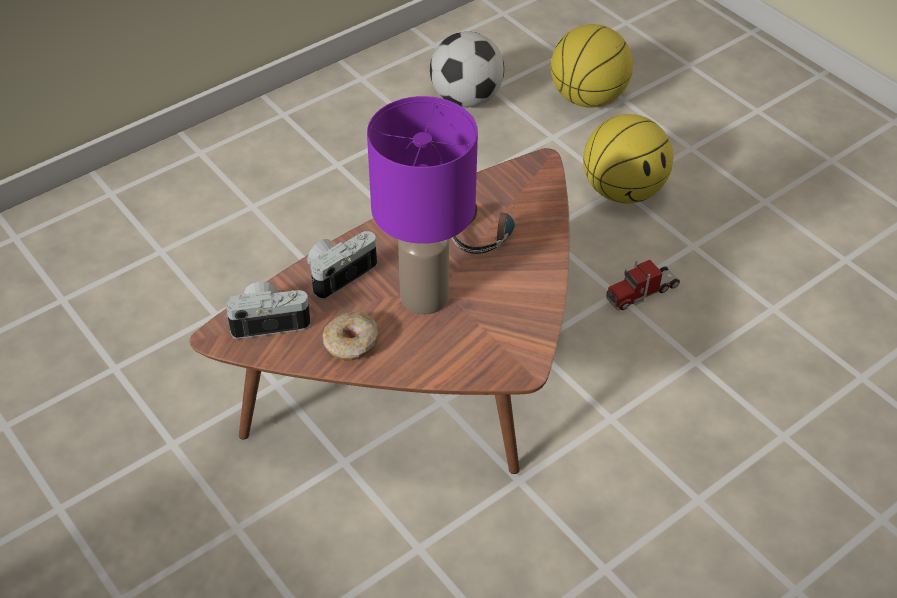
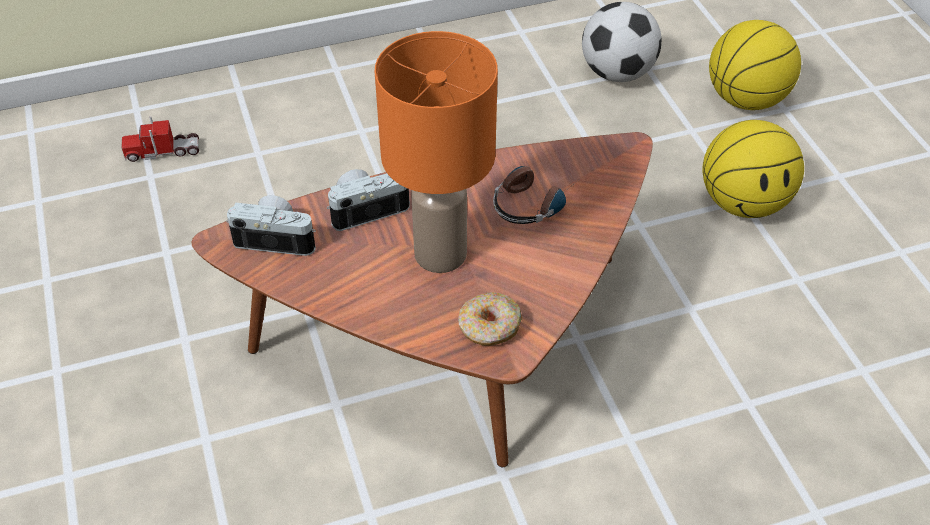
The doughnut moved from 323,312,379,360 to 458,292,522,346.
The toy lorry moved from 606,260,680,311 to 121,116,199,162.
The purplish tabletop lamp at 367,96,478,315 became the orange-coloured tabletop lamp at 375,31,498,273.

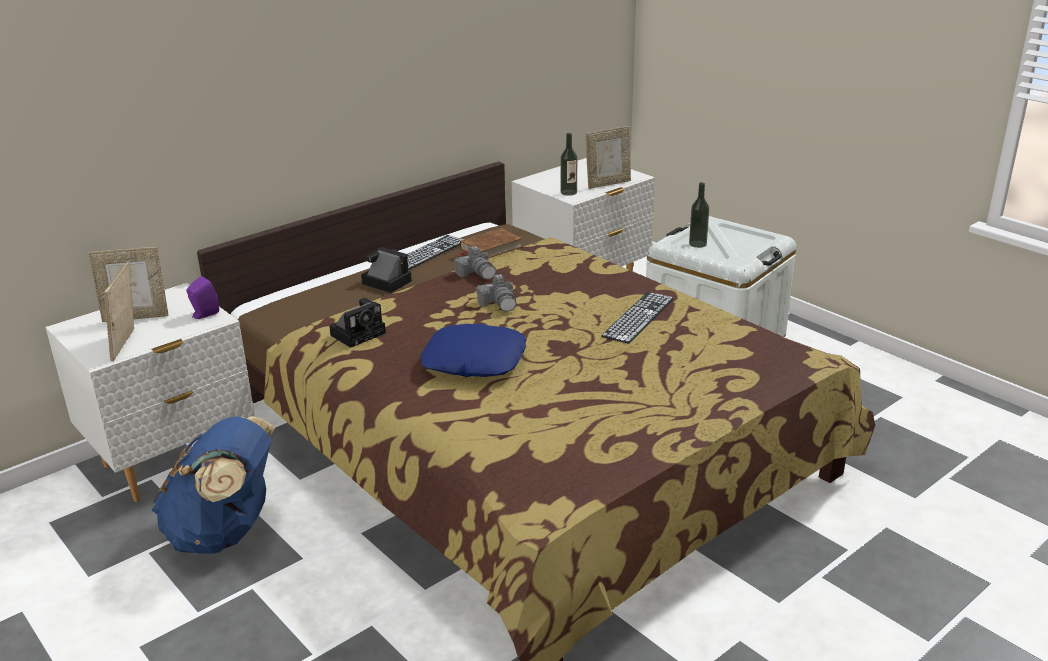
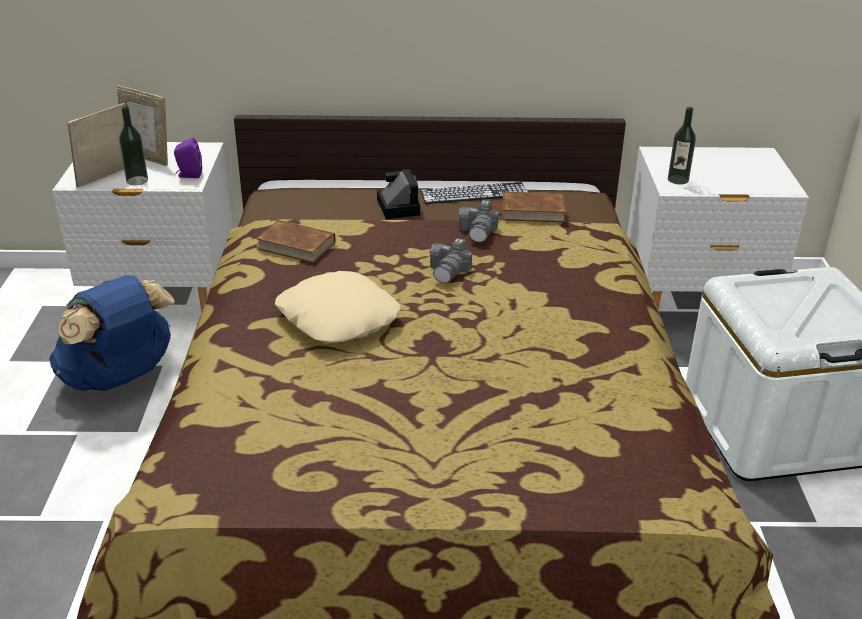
The standing frame at 585,126,631,189 disappeared.
The keyboard at 601,292,674,344 disappeared.
The bottle moved from 689,182,709,248 to 119,106,148,185.
The still camera at 329,298,386,348 was replaced by the brownish bound book at 256,220,336,263.
The blue-coloured throw pillow at 421,324,526,377 became the beige-coloured throw pillow at 275,271,401,344.

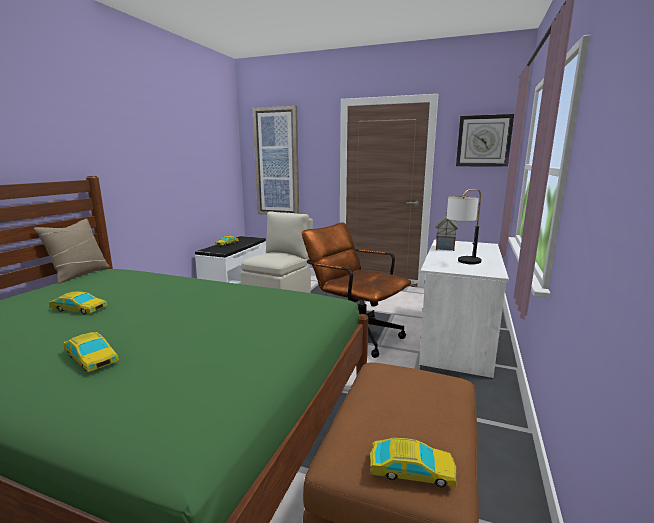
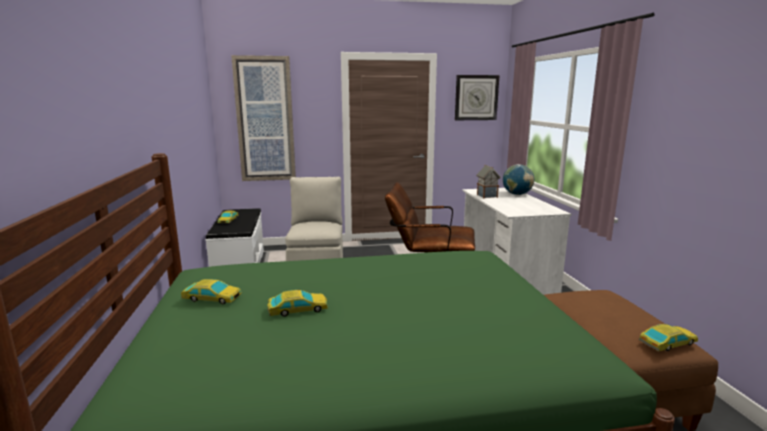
The beige-coloured throw pillow at 34,219,110,283 disappeared.
The tabletop lamp at 447,189,482,264 disappeared.
The desk globe at 503,164,534,195 appeared.
The toy car moved from 63,332,119,372 to 181,279,242,304.

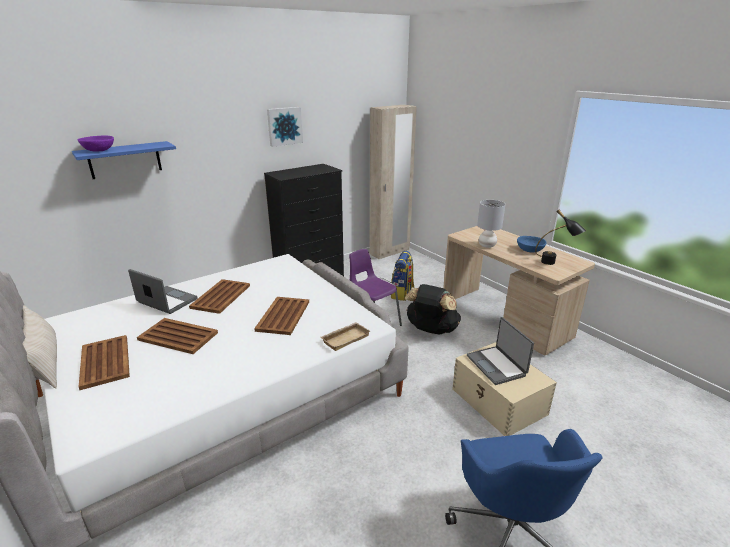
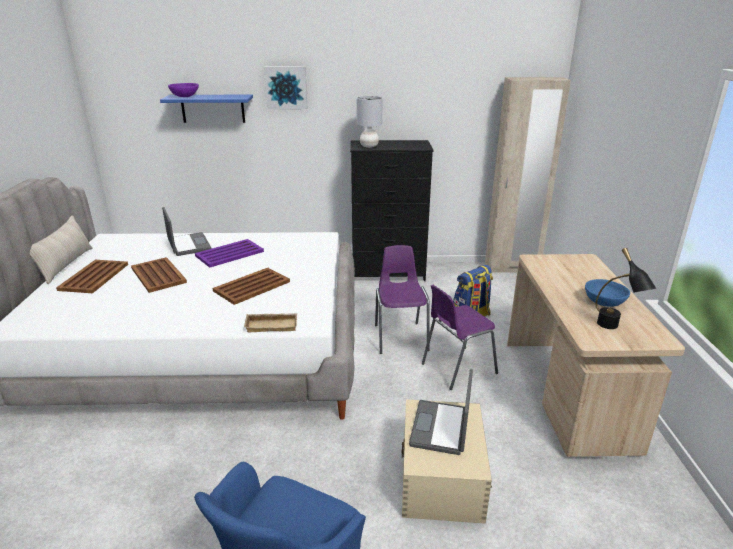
The picture moved from 267,107,303,147 to 264,66,307,109.
The grey tabletop lamp moved from 477,200,506,248 to 356,96,383,148.
The black-coloured backpack at 405,284,461,335 was replaced by the purplish upright chair at 422,285,498,390.
The brownish serving tray at 189,279,250,314 became the purplish serving tray at 195,239,264,268.

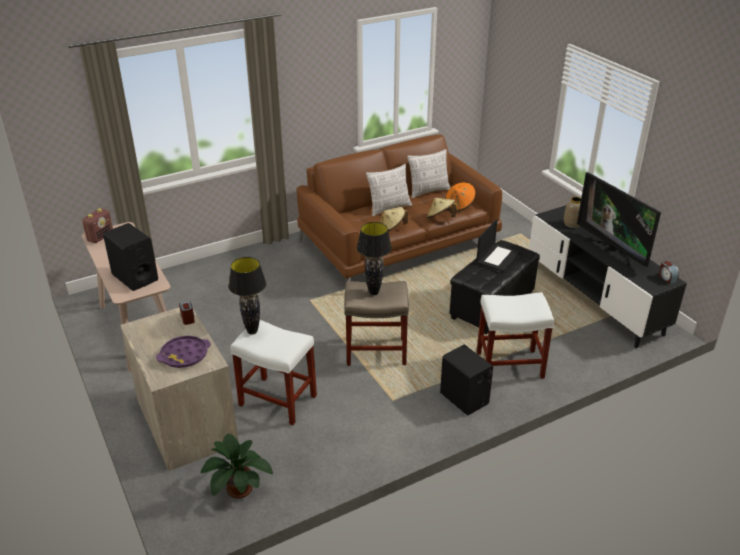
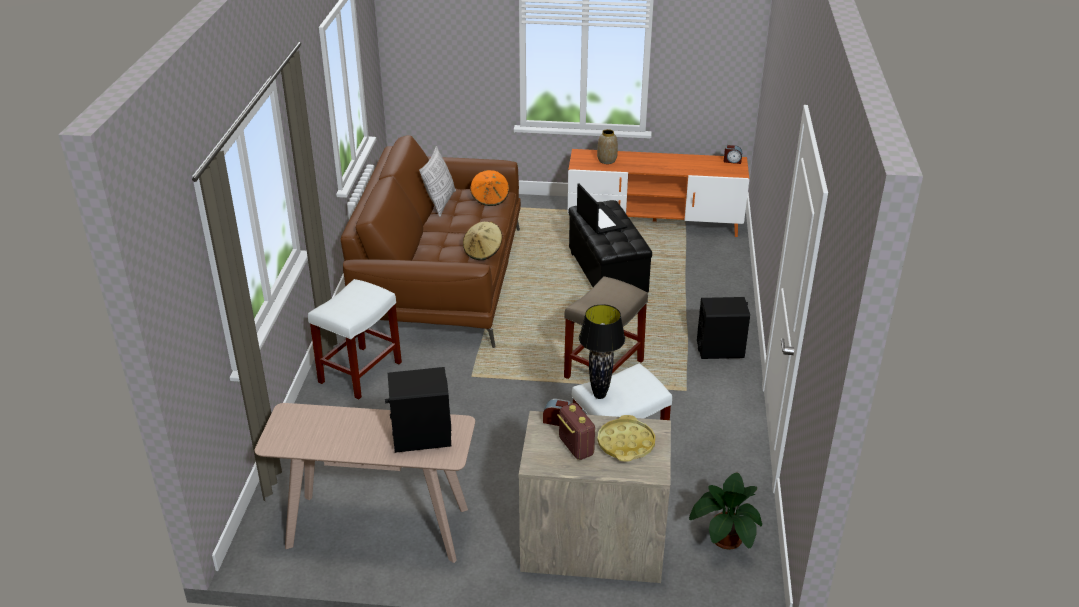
The black-coloured tabletop lamp at 357,222,392,295 disappeared.
The throw pillow at 366,164,412,216 disappeared.
The beige-coloured wearable hat at 427,198,457,218 disappeared.
The TV at 577,172,661,269 disappeared.
The radio moved from 82,208,113,243 to 557,403,595,460.
The whitish sitting stool moved from 477,292,554,379 to 308,279,402,399.
The purplish serving tray at 156,336,211,368 became the yellow-coloured serving tray at 597,415,655,462.
The black-coloured tv stand at 529,205,687,348 became the orange-coloured tv stand at 568,149,749,237.

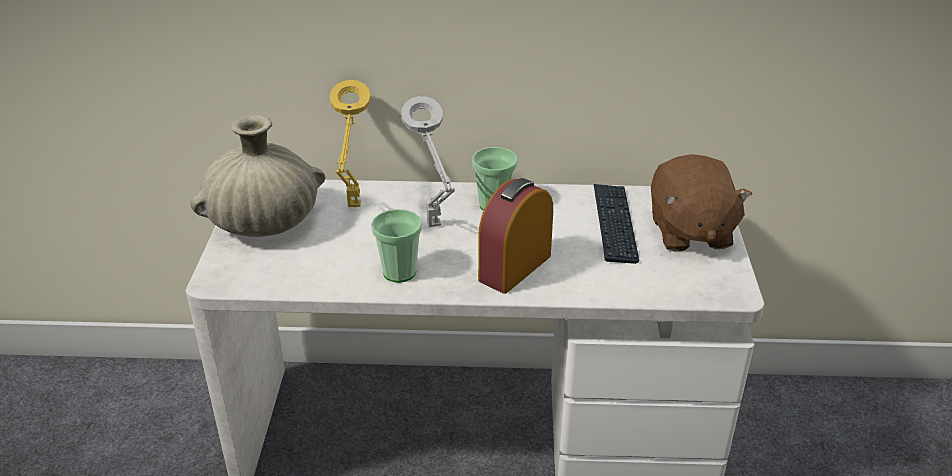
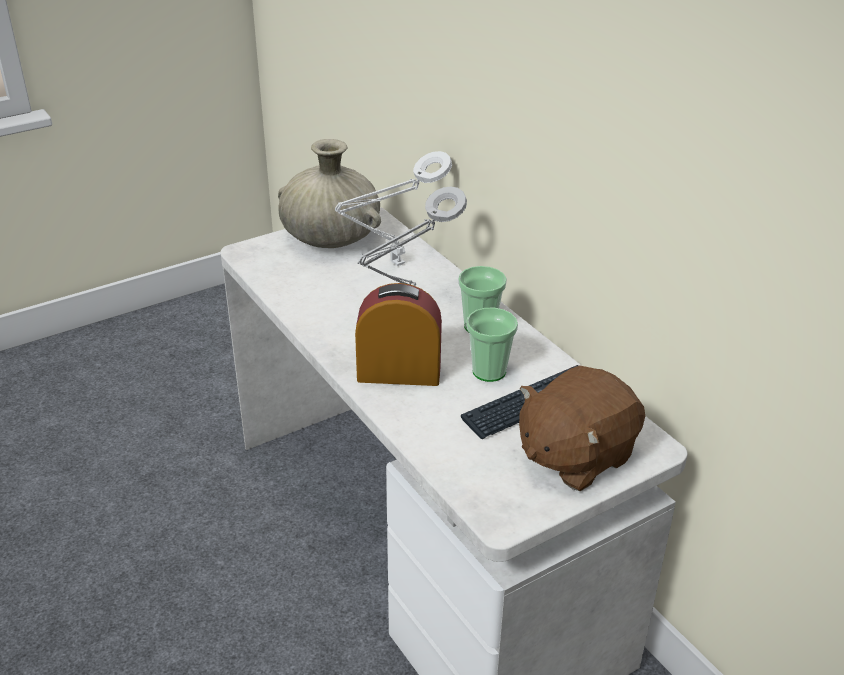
The drinking cup moved from 371,209,422,283 to 466,308,518,382.
The yellow-coloured tabletop lamp at 330,80,371,207 became the whitish tabletop lamp at 335,151,452,266.

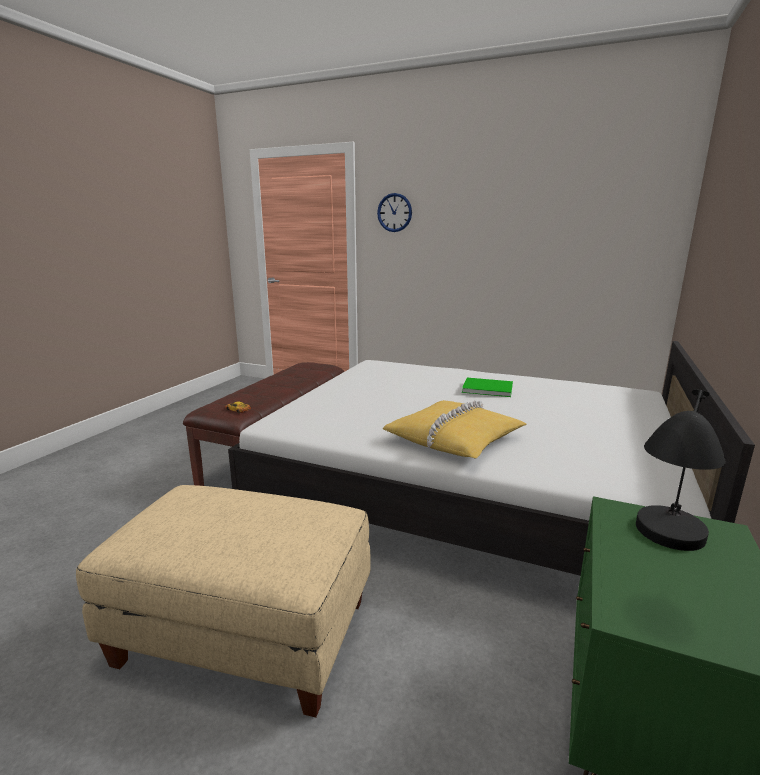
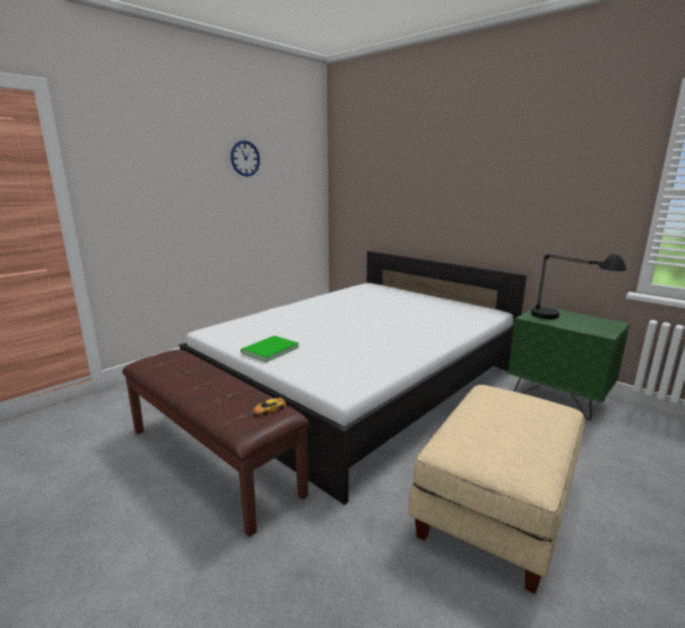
The yellow-coloured throw pillow at 383,400,526,459 disappeared.
The wall clock moved from 377,193,412,232 to 231,140,260,177.
The green-coloured bound book moved from 462,378,513,397 to 241,335,299,362.

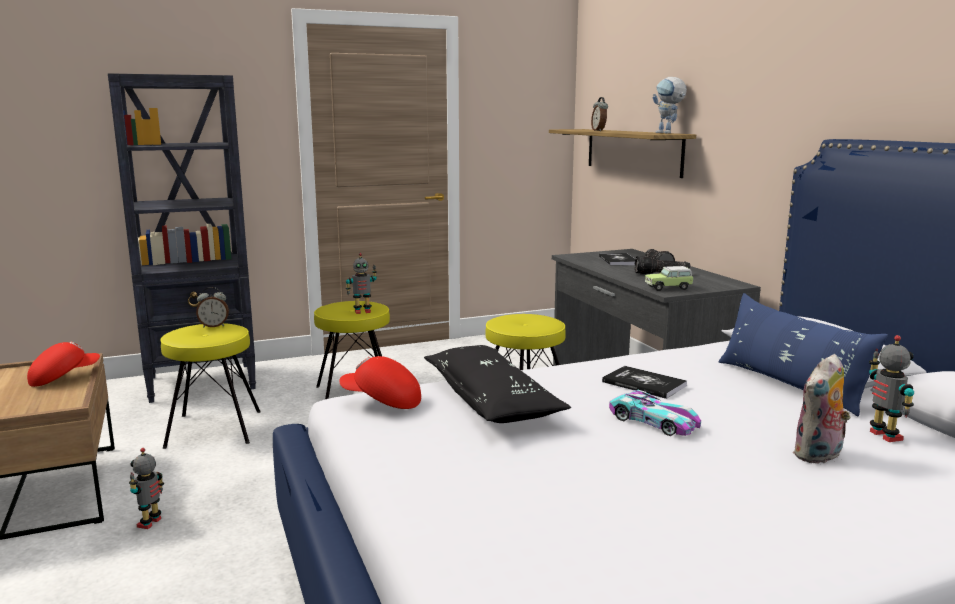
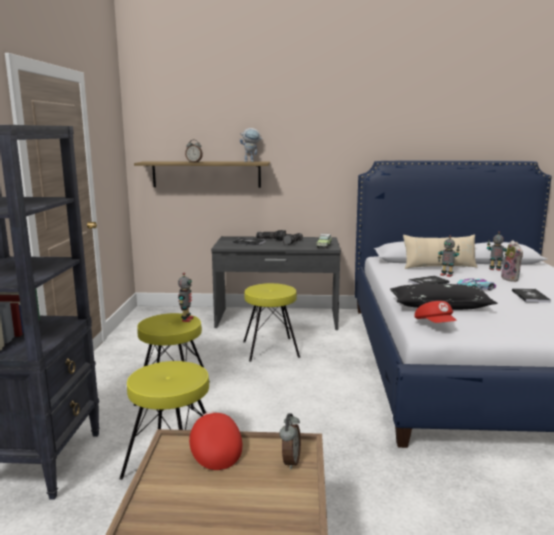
The bound book at 512,288,551,303 appeared.
The robot figure moved from 129,448,164,529 to 438,235,460,277.
The table clock moved from 196,287,229,327 to 280,413,301,469.
The blue-coloured throw pillow at 719,293,888,416 became the beige-coloured throw pillow at 403,234,478,269.
The red baseball cap at 339,356,421,409 turned 60 degrees counterclockwise.

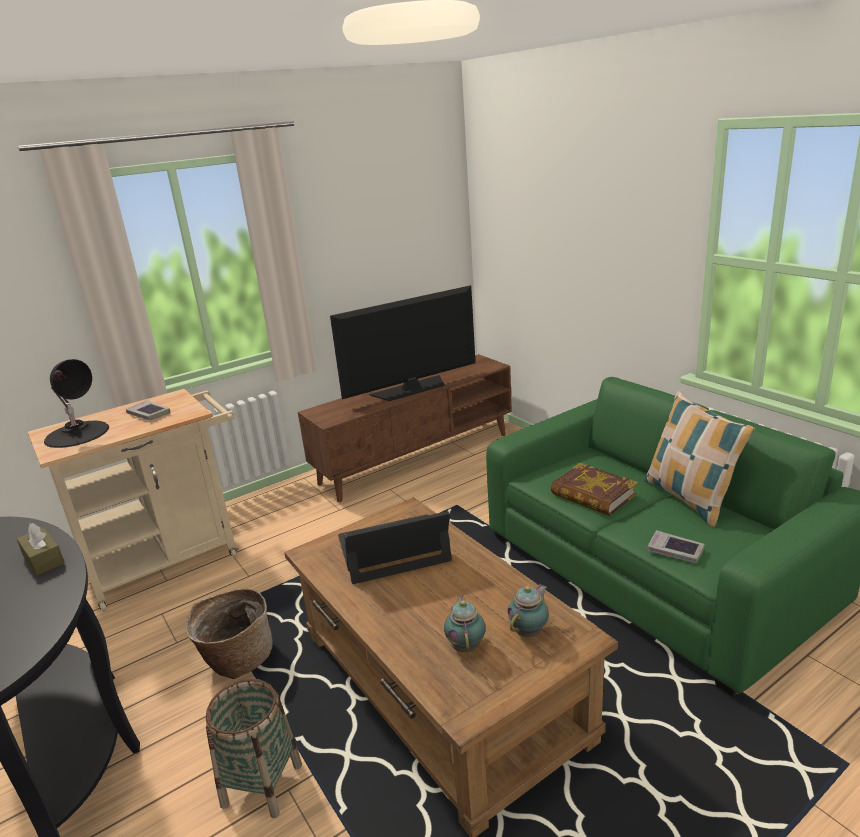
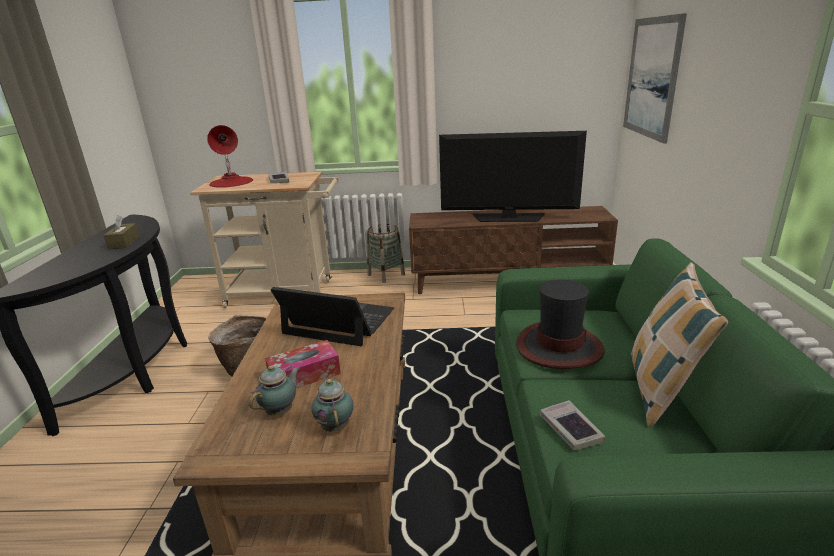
The box of tissues at 265,340,341,388 appeared.
The picture at 623,13,687,144 appeared.
The household basket moved from 205,679,302,818 to 367,224,405,283.
The bound book at 551,463,638,516 was replaced by the wearable hat at 516,280,605,369.
The black-coloured tabletop lamp at 44,359,109,448 became the red tabletop lamp at 207,125,253,188.
The pot for tea at 508,584,549,637 turned 90 degrees counterclockwise.

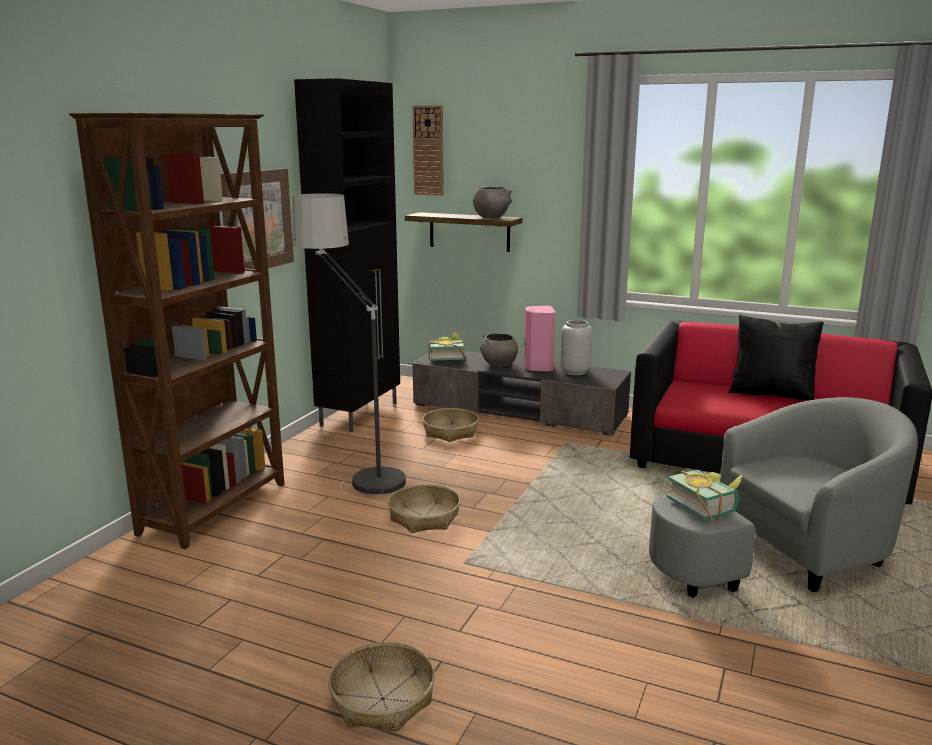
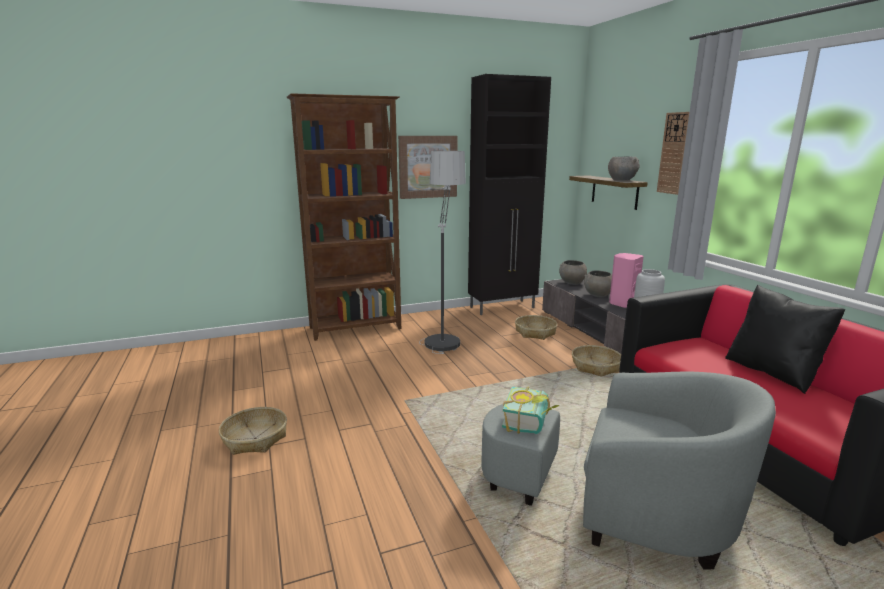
The household basket moved from 388,484,461,533 to 572,345,621,377.
The wall clock moved from 412,105,444,196 to 657,112,689,195.
The bound book at 428,332,465,361 was replaced by the grey serving bowl at 559,260,587,285.

